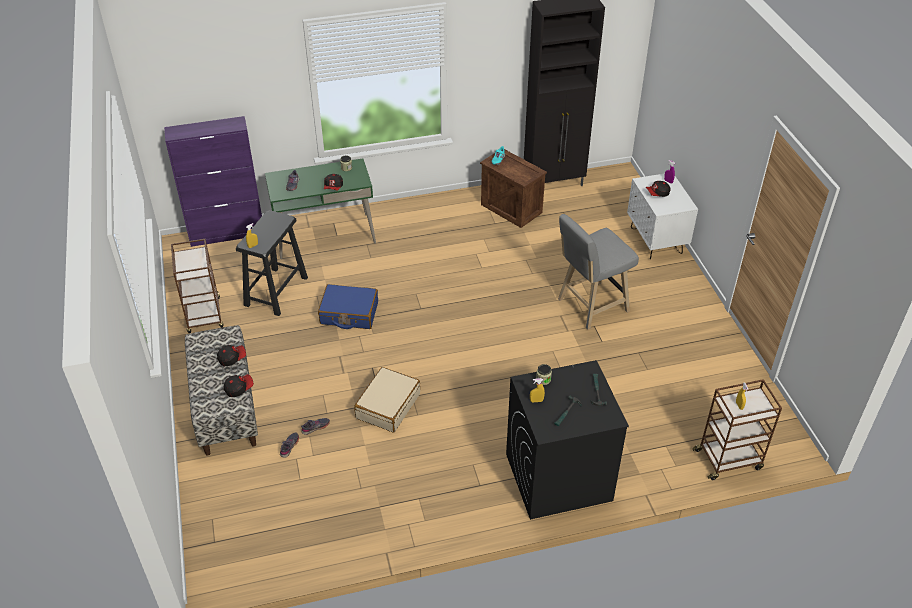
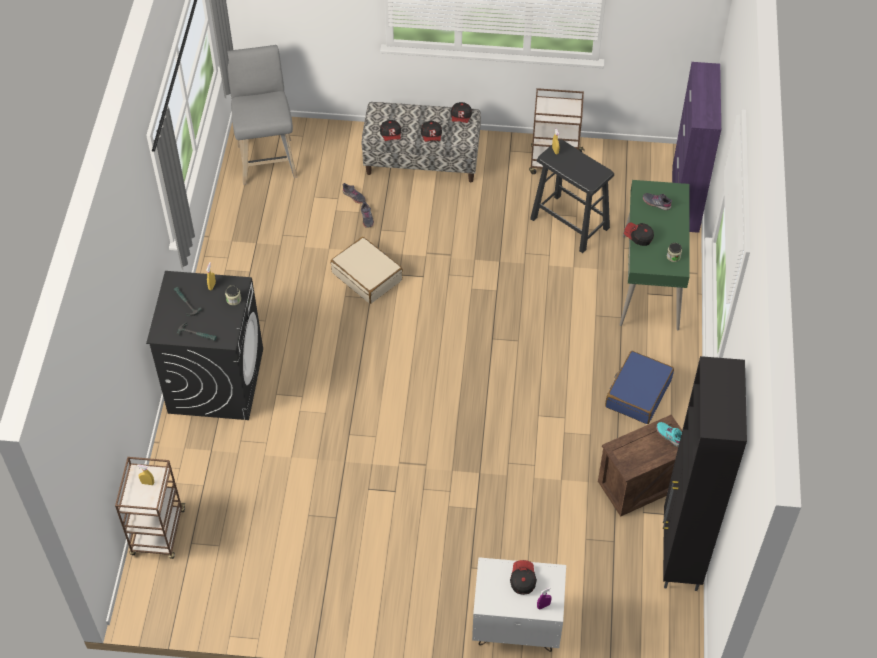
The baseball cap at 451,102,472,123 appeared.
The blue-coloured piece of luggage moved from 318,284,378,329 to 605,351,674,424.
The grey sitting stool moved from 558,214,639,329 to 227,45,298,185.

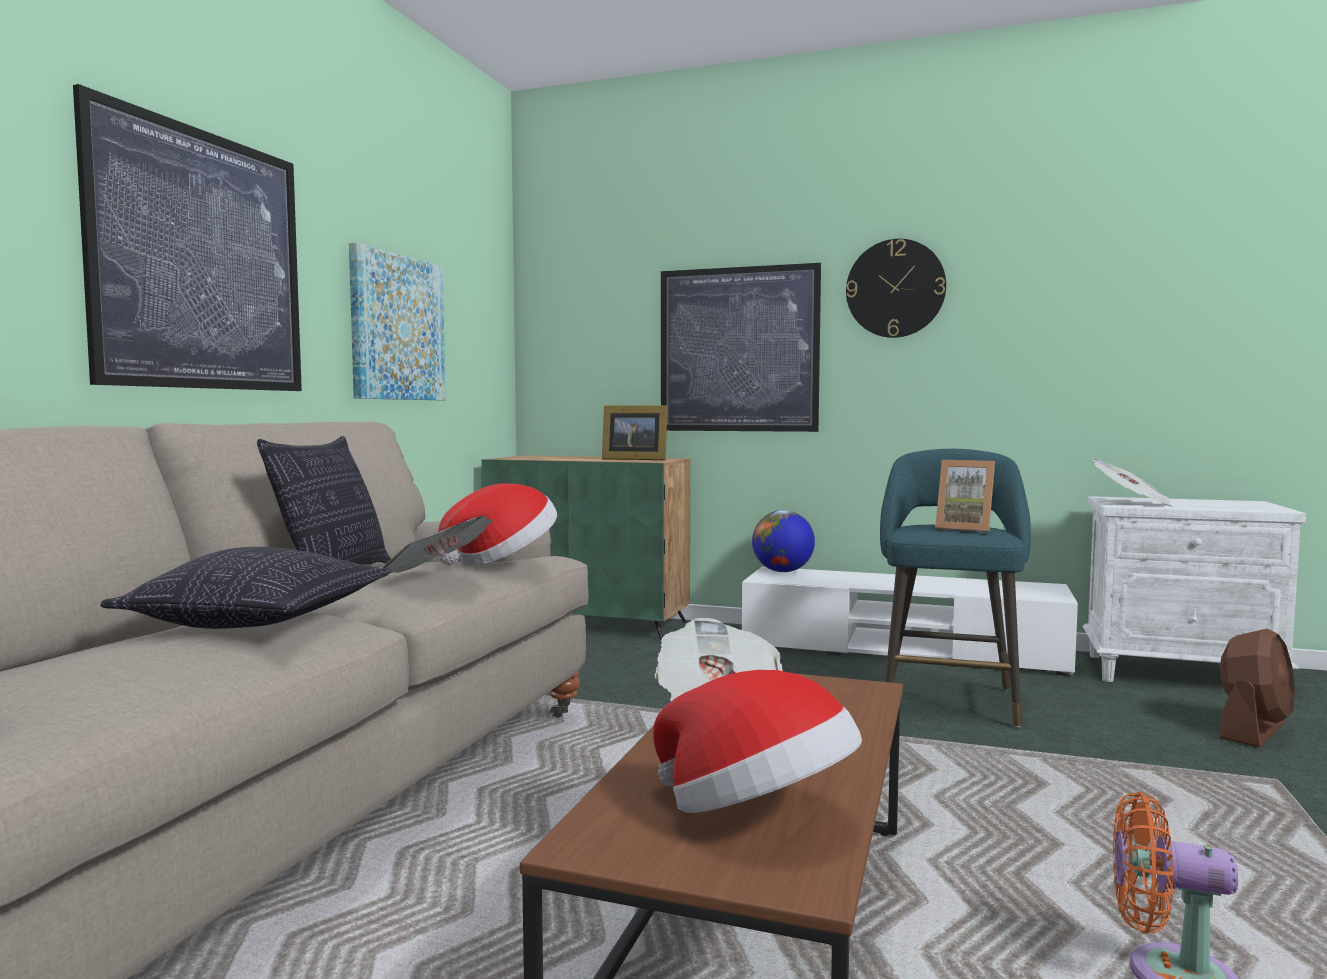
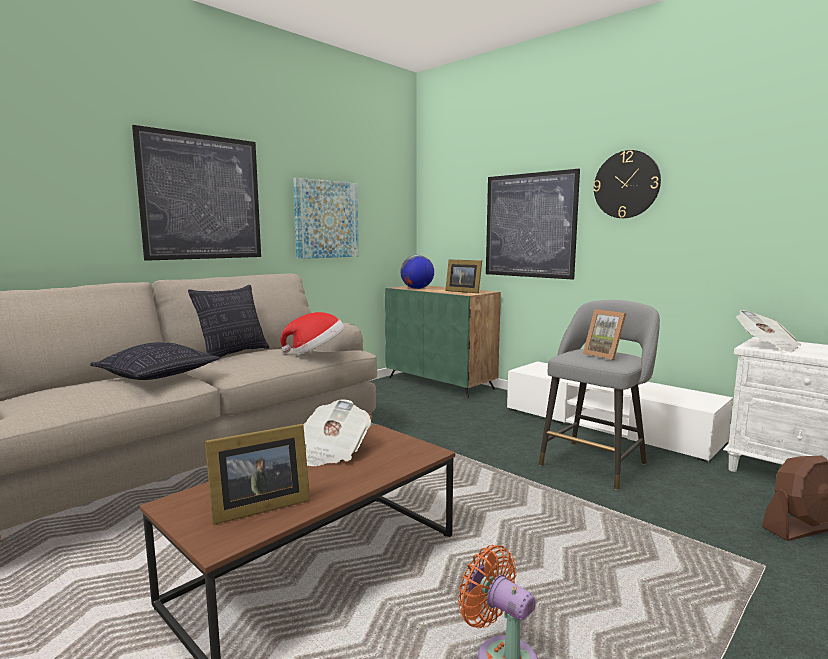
The printed paper at 382,515,492,573 disappeared.
The desk globe moved from 752,510,815,572 to 400,255,434,289.
The wearable hat at 653,670,862,813 was replaced by the standing frame at 205,424,310,525.
The blue-green sitting stool at 880,449,1031,728 became the grey sitting stool at 539,300,660,490.

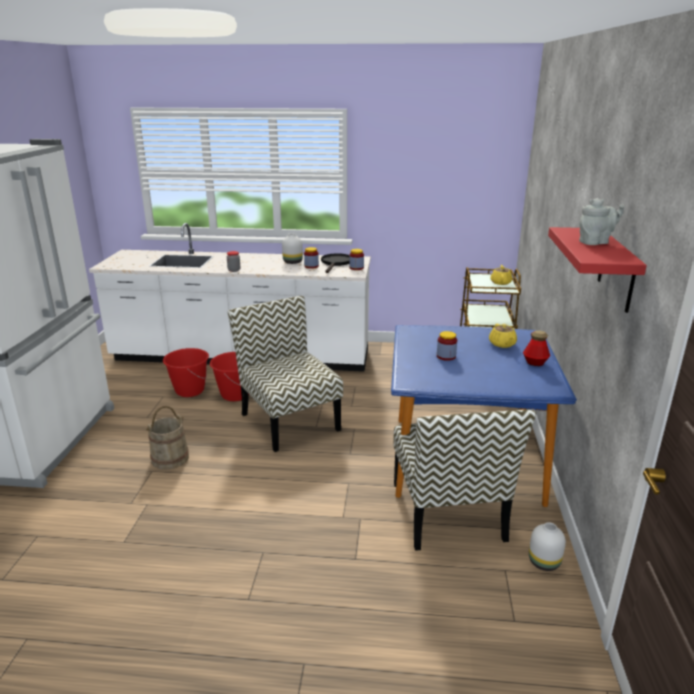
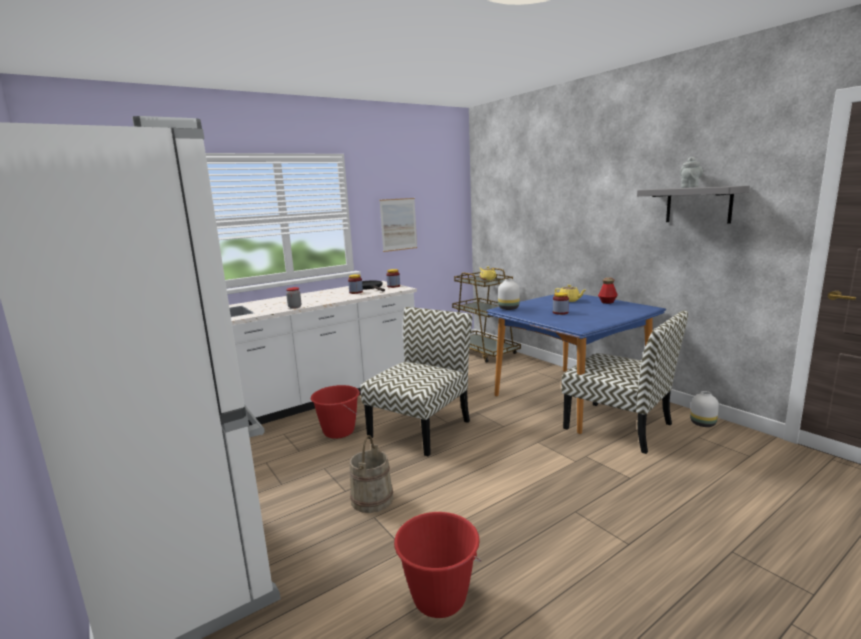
The picture at 379,198,417,252 appeared.
The red pail moved from 163,348,209,397 to 394,512,481,618.
The whitish vase moved from 282,233,303,264 to 498,279,520,310.
The red bracket shelf at 548,227,647,313 became the grey bracket shelf at 637,186,750,224.
The upright chair at 228,296,343,452 turned 105 degrees clockwise.

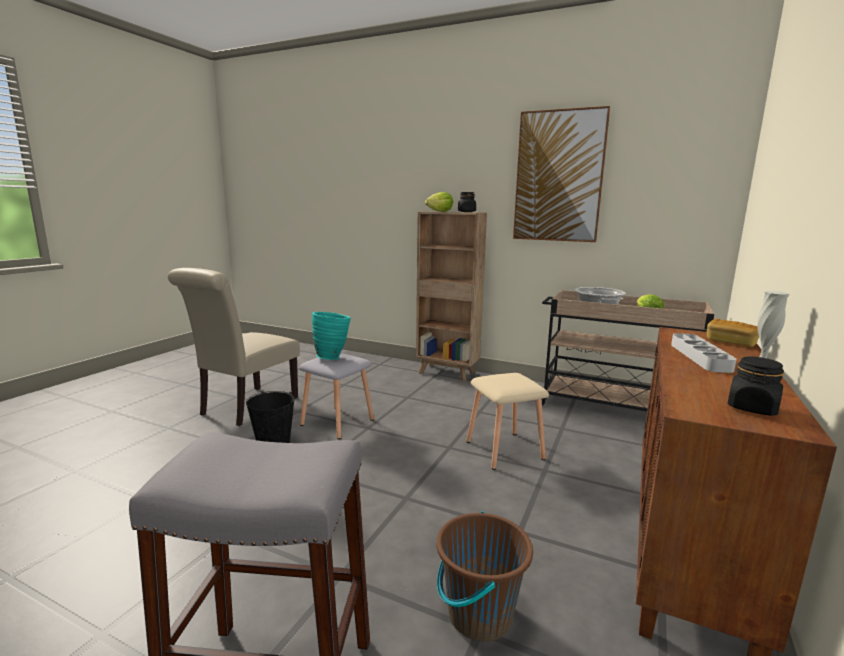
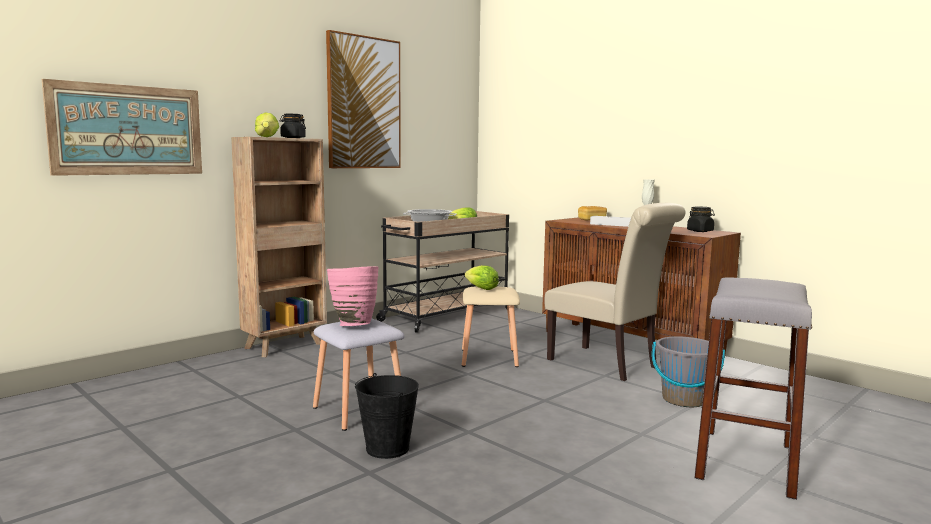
The picture at 42,79,202,176 appeared.
The lettuce head at 465,265,499,290 appeared.
The beige-coloured upright chair moved from 168,268,300,426 to 544,203,686,381.
The blue-green vase at 312,312,351,360 became the pinkish vase at 327,266,379,326.
The brownish pail at 437,511,533,642 became the grey pail at 652,337,725,407.

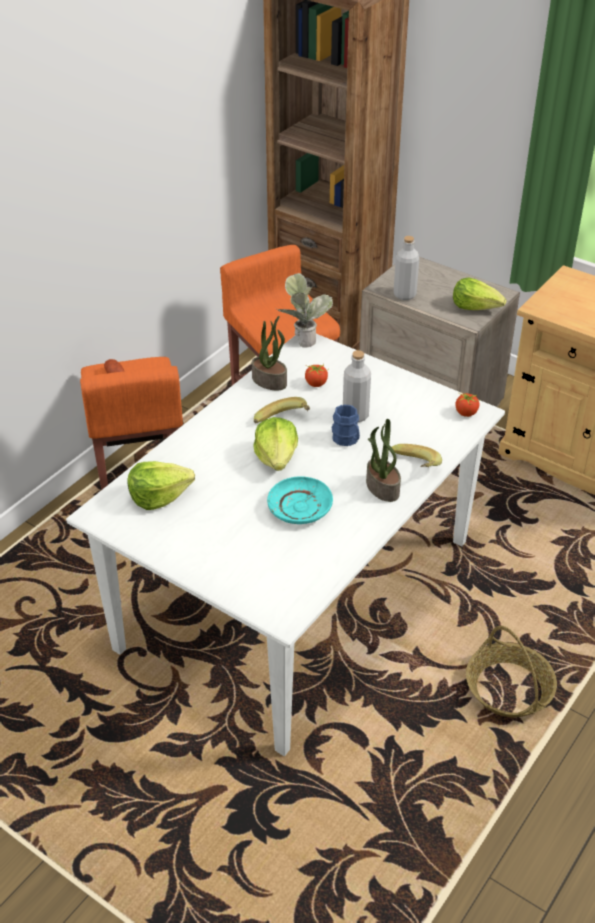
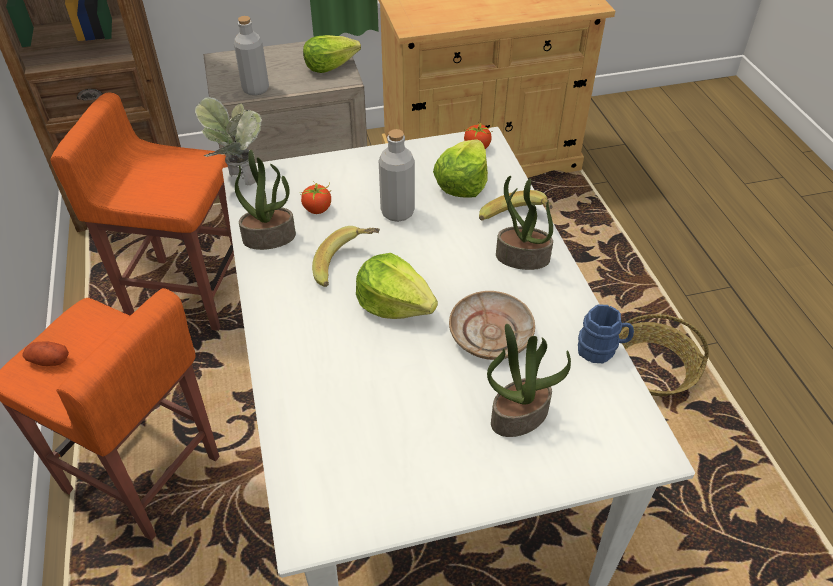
The houseplant at 487,324,571,437 appeared.
The lettuce head moved from 127,461,195,510 to 433,140,488,198.
The blue-coloured coffee mug moved from 332,405,360,446 to 578,304,634,363.
The blue-green flat dish at 267,476,333,524 became the beige-coloured flat dish at 449,291,535,360.

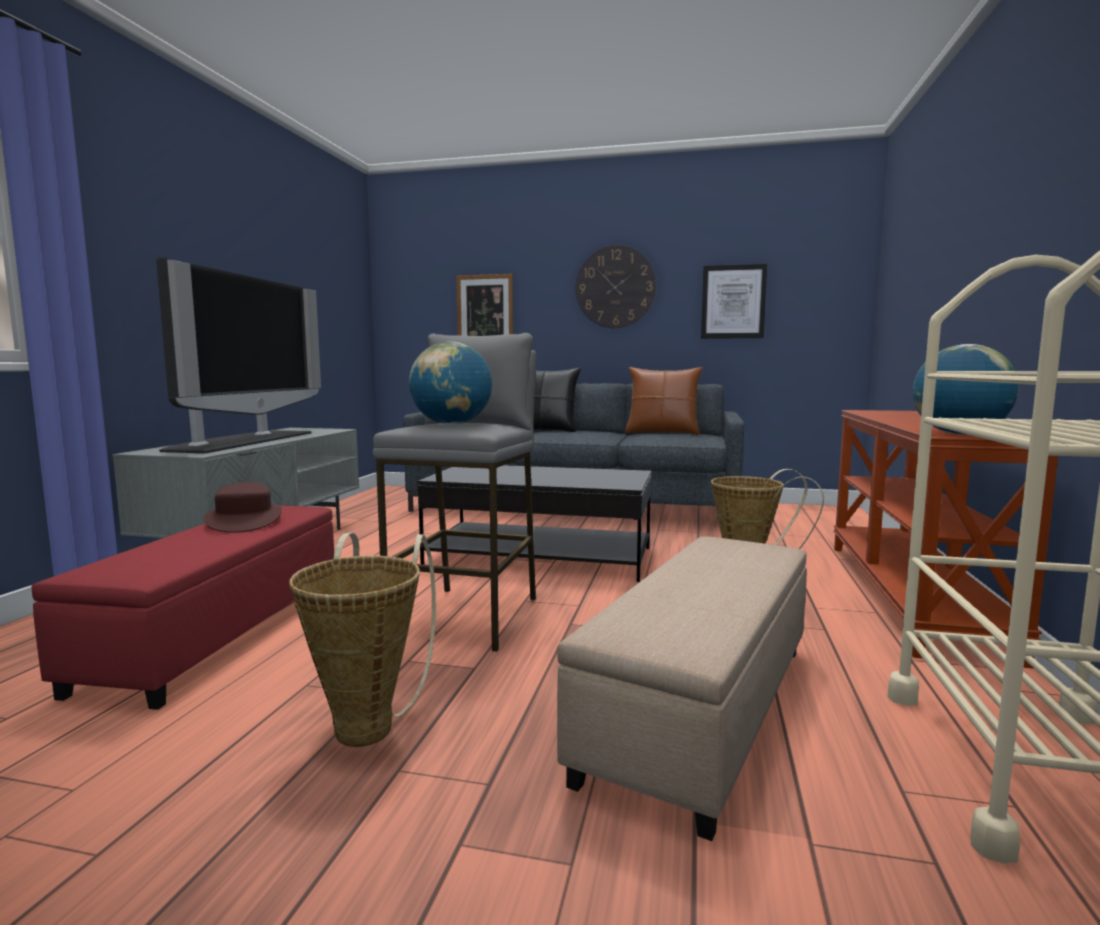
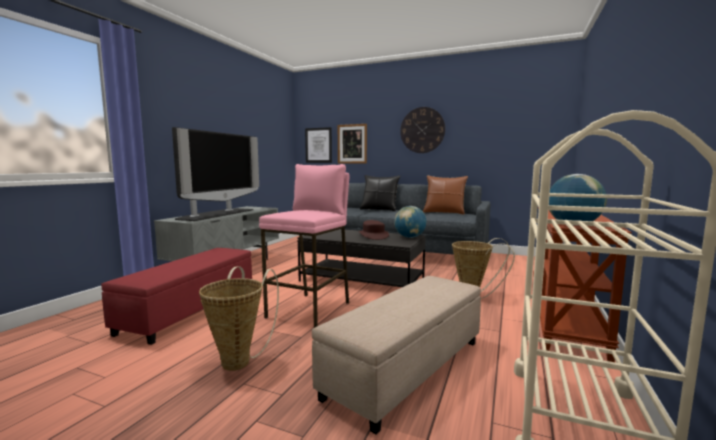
The brownish wearable hat moved from 204,482,282,533 to 359,220,389,240.
The desk globe moved from 409,342,492,425 to 394,206,426,238.
The picture moved from 701,264,767,339 to 305,127,332,163.
The grey sitting stool at 373,333,536,652 became the pinkish sitting stool at 259,164,350,328.

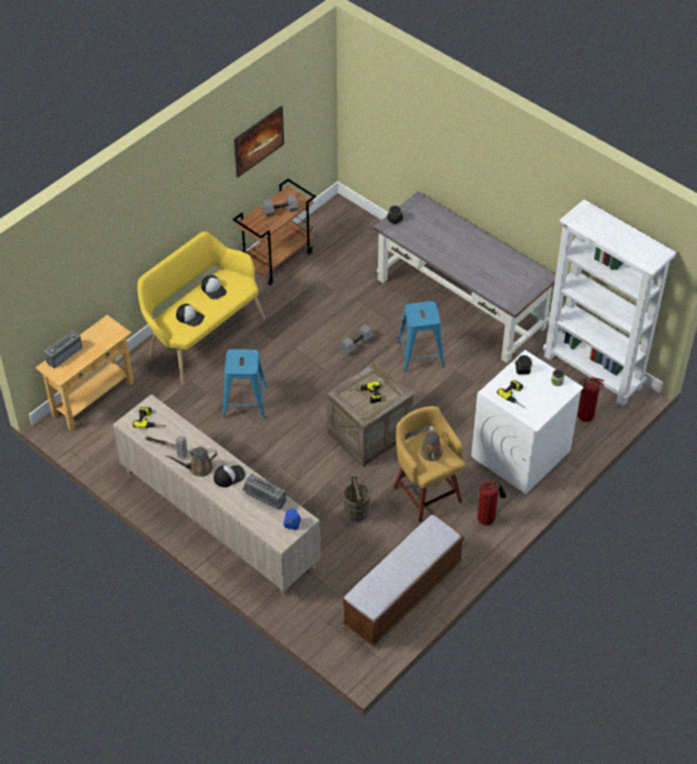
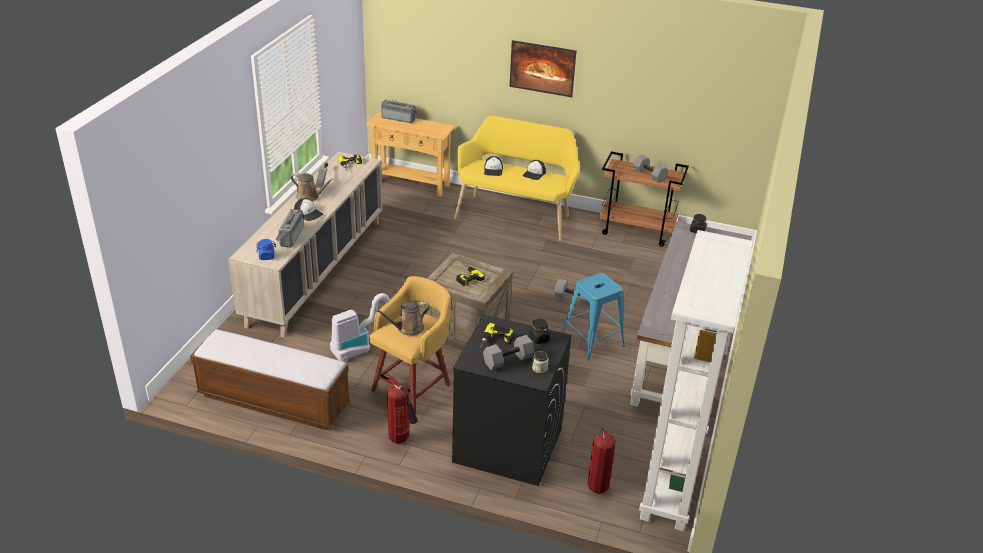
The blue-coloured sitting stool at 223,349,267,419 disappeared.
The grey dumbbell at 483,335,534,370 appeared.
The picture moved from 234,106,284,178 to 509,40,576,97.
The brownish pail at 343,475,371,523 was replaced by the vacuum cleaner at 330,293,390,362.
The whitish laundry machine at 471,350,584,494 became the black-coloured laundry machine at 452,315,572,486.
The brownish sprinkling can at 165,447,217,477 turned 150 degrees clockwise.

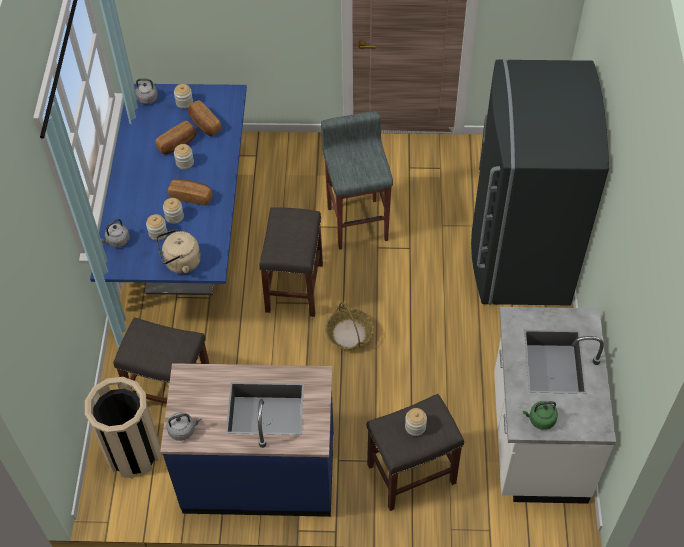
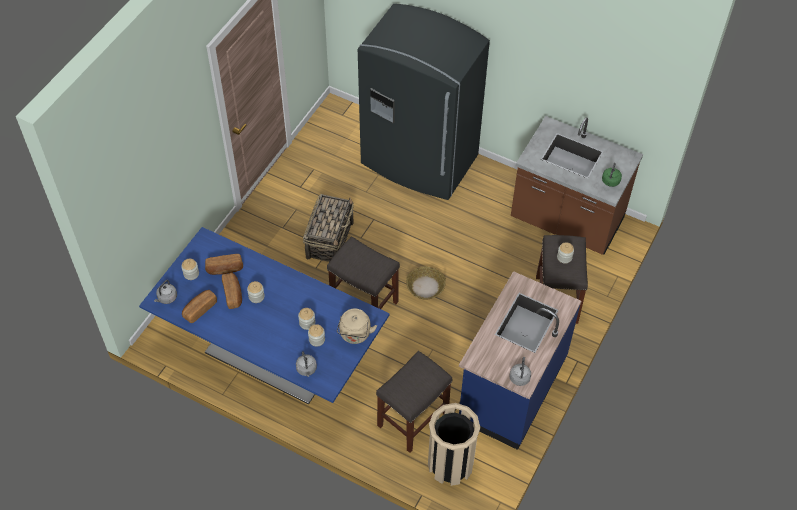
The bakery bread moved from 168,179,213,205 to 182,290,217,323.
The grey sitting stool at 321,111,393,250 was replaced by the household basket at 303,194,354,262.
The whitish kitchen base unit at 494,307,616,504 became the brownish kitchen base unit at 511,116,643,255.

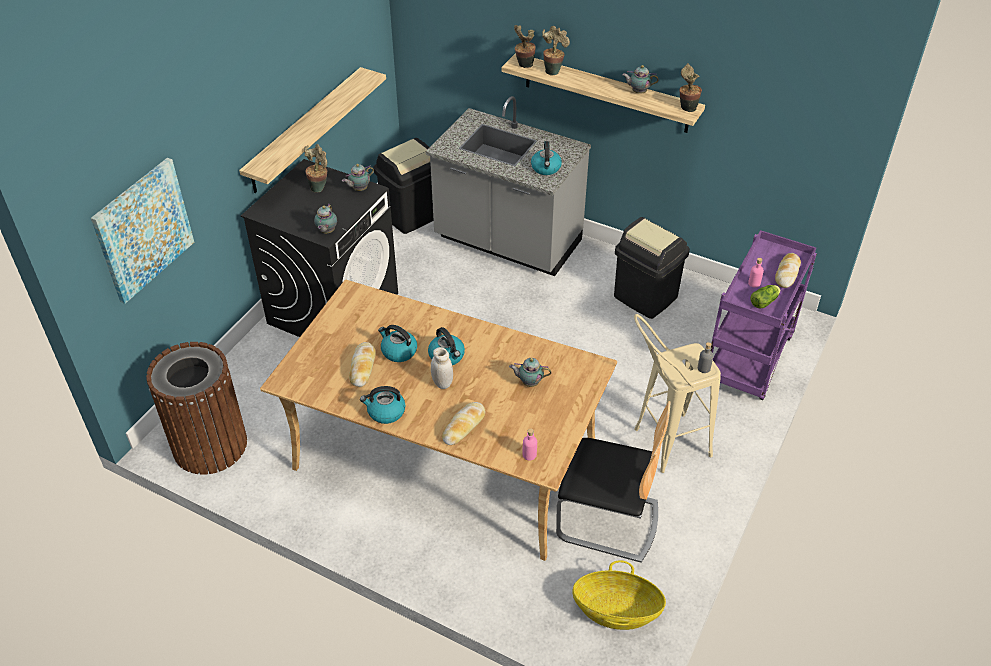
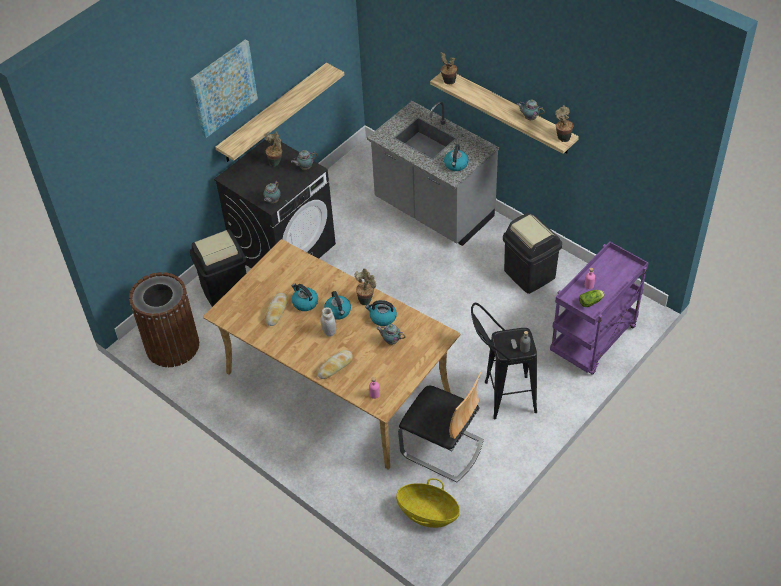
The bakery bread at 775,253,801,288 disappeared.
The picture moved from 91,158,194,304 to 191,39,258,138.
The water kettle moved from 360,386,406,424 to 365,300,397,326.
The black-coloured rubbish bin moved from 374,138,434,234 to 190,229,247,307.
The houseplant moved from 542,26,570,76 to 355,269,376,305.
The beige-coloured sitting stool at 634,314,721,473 became the black-coloured sitting stool at 471,303,537,419.

